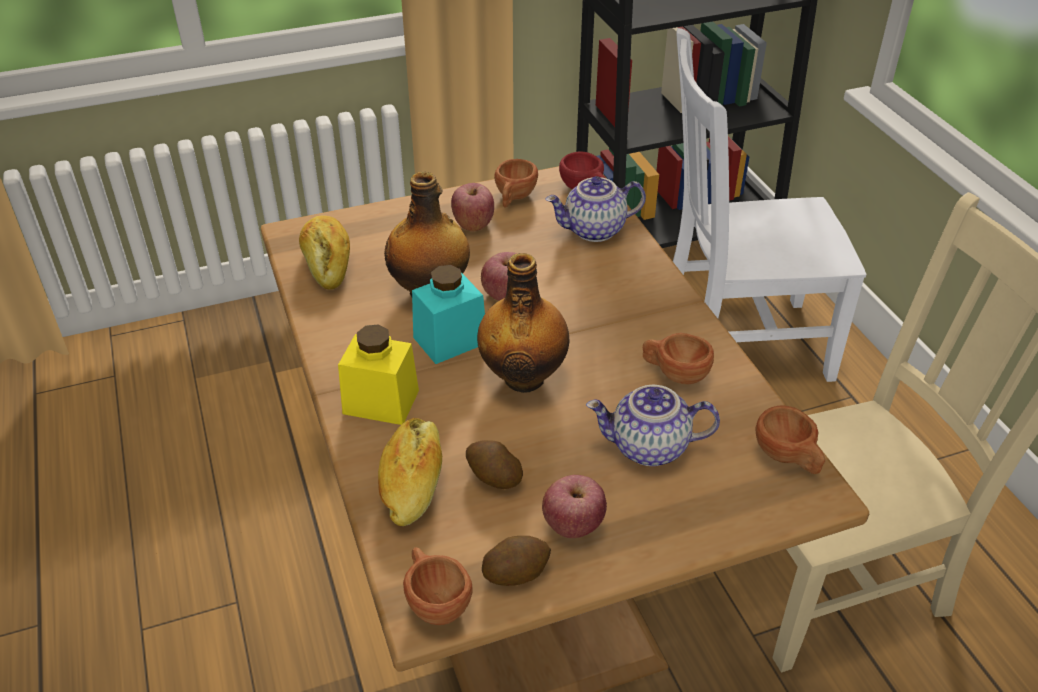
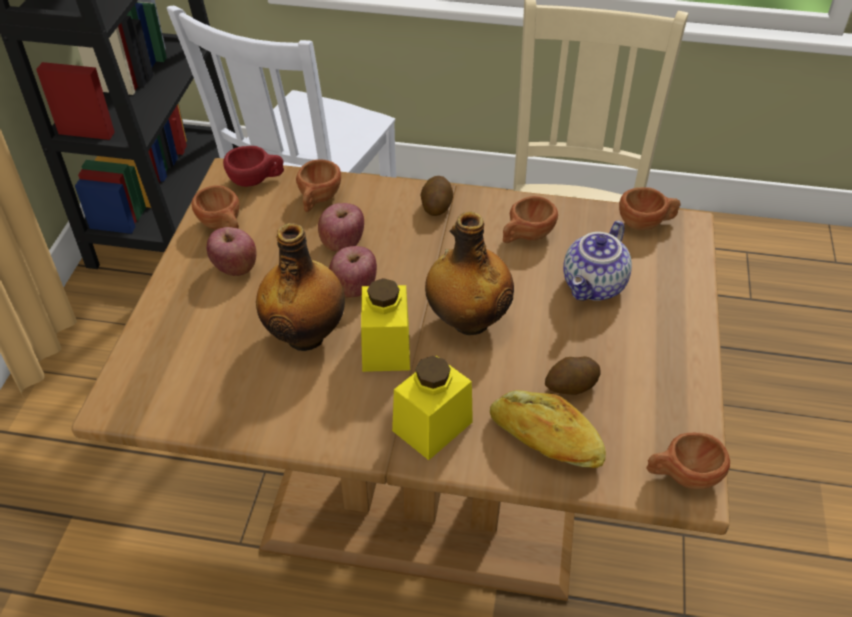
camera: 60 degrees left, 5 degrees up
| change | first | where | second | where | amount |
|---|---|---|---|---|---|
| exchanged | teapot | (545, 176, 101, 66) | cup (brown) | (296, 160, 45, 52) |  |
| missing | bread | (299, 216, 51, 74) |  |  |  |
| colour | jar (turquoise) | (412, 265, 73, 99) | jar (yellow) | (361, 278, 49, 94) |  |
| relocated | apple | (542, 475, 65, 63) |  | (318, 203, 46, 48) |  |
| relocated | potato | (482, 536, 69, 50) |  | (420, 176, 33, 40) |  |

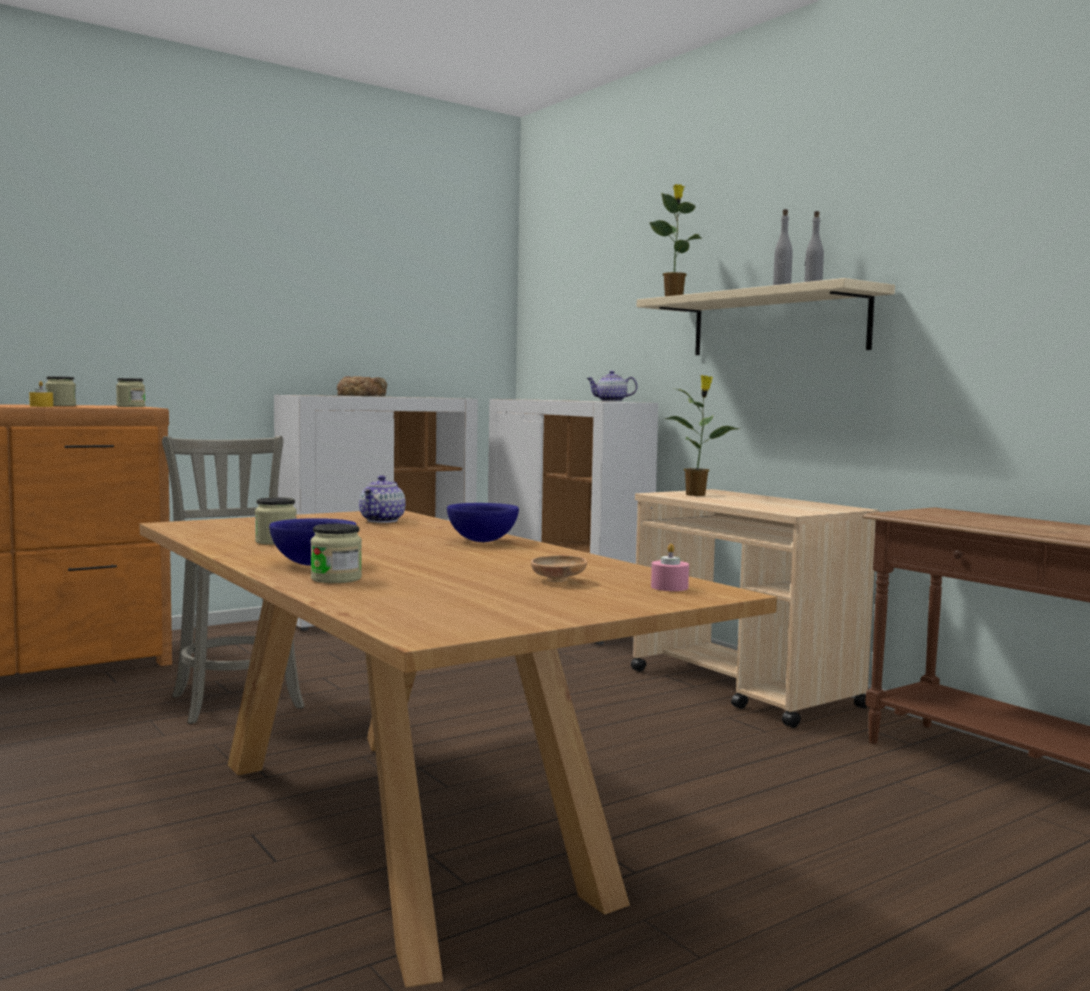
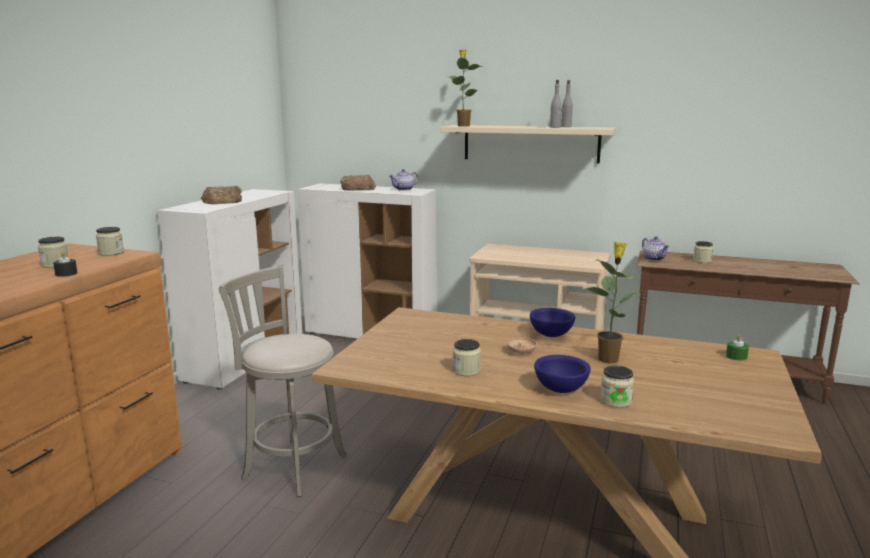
camera: 35 degrees left, 10 degrees up
| change | first | where | second | where | amount |
|---|---|---|---|---|---|
| relocated | potted plant | (664, 375, 75, 121) |  | (581, 242, 65, 122) |  |
| colour | candle (yellow) | (29, 381, 24, 26) | candle (black) | (53, 251, 24, 26) |  |
| relocated | teapot | (359, 475, 47, 48) |  | (642, 236, 27, 25) |  |
| colour | candle (pink) | (651, 543, 38, 48) | candle (green) | (726, 335, 23, 26) |  |
| relocated | bowl (brown) | (531, 555, 56, 27) |  | (507, 337, 30, 18) |  |
| appeared |  |  | bread | (340, 175, 36, 16) |  |
| appeared |  |  | jar | (693, 241, 20, 22) |  |

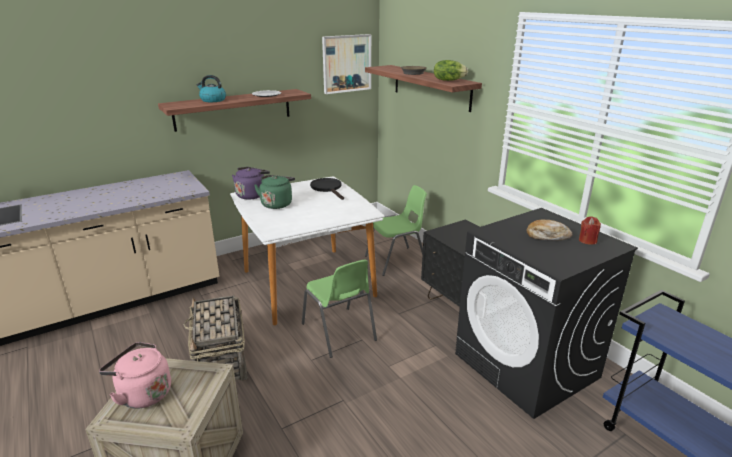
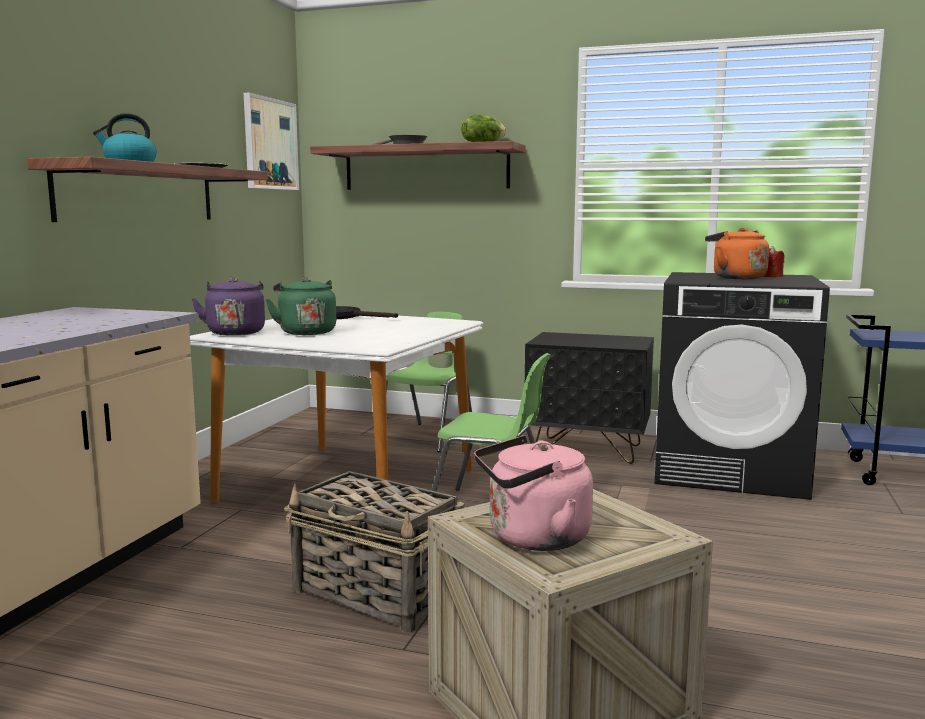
camera: 40 degrees left, 15 degrees down
| change | first | where | second | where | amount |
|---|---|---|---|---|---|
| exchanged | bread | (527, 220, 45, 20) | kettle (orange) | (705, 227, 64, 52) |  |

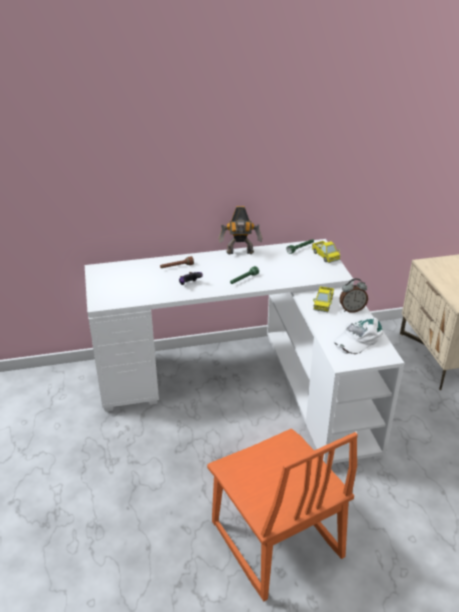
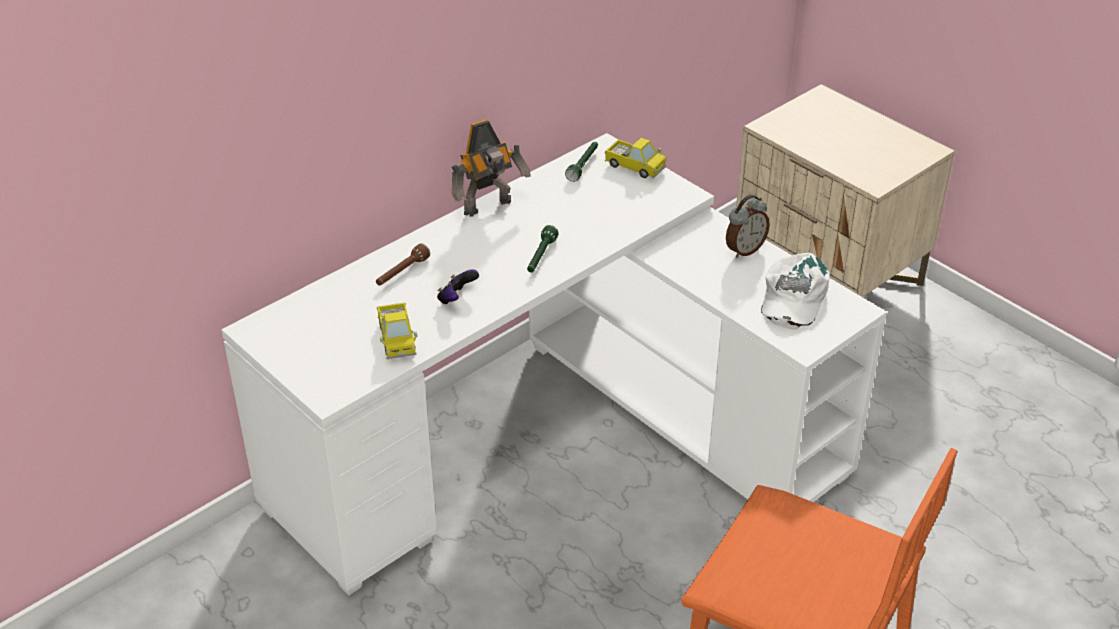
camera: 30 degrees left, 5 degrees up
| change | first | where | second | where | amount |
|---|---|---|---|---|---|
| relocated | toy truck | (313, 286, 21, 26) |  | (377, 303, 40, 56) |  |

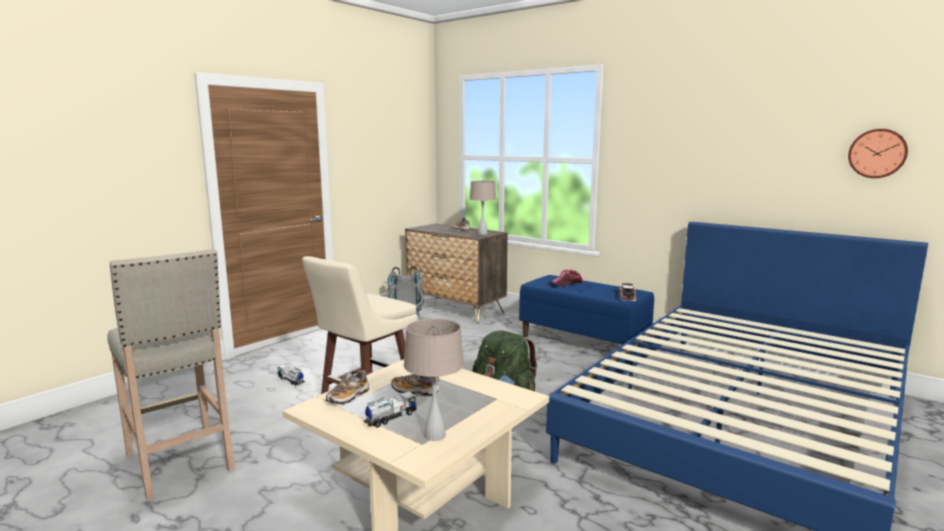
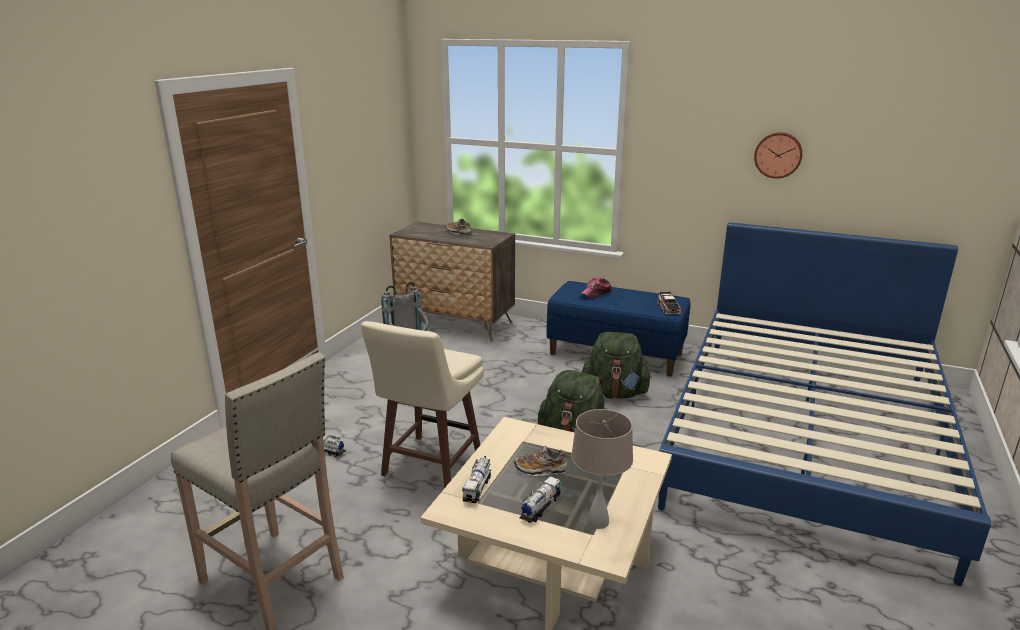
camera: 15 degrees left, 10 degrees up
| change | first | where | second | where | amount |
|---|---|---|---|---|---|
| relocated | wall clock | (848, 129, 60, 49) |  | (754, 132, 49, 47) |  |
| missing | table lamp (beige) | (469, 180, 27, 55) |  |  |  |
| exchanged | shoe | (326, 370, 44, 35) | toy truck | (462, 456, 29, 47) |  |
| appeared |  |  | backpack (green) | (582, 332, 70, 67) |  |

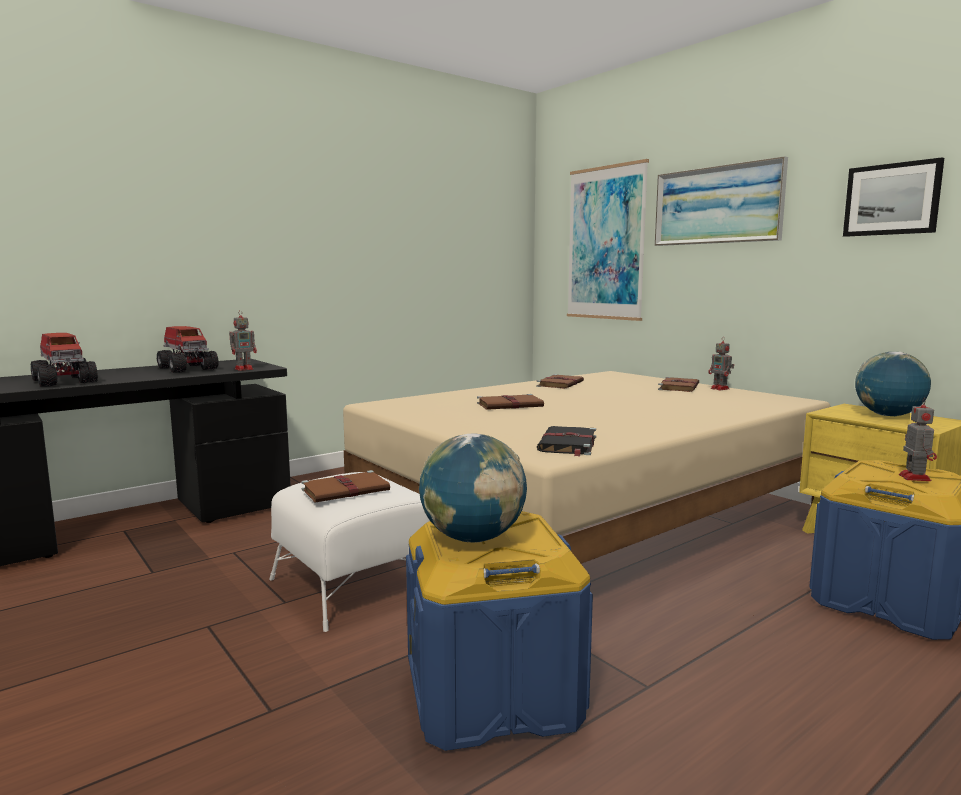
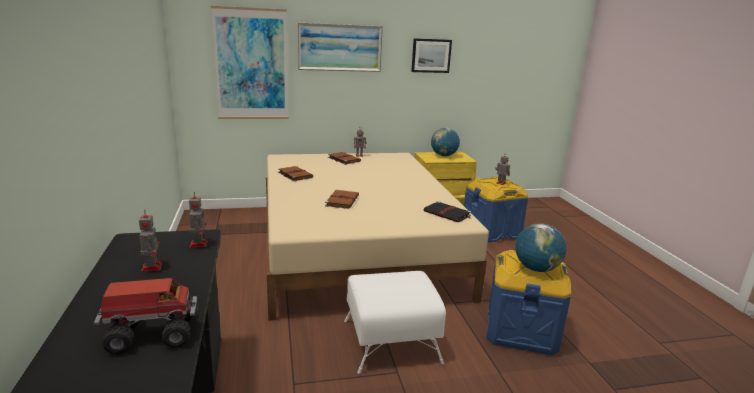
camera: 65 degrees left, 10 degrees up
| change | first | where | second | where | amount |
|---|---|---|---|---|---|
| exchanged | toy truck | (157, 326, 62, 47) | toy robot | (139, 210, 23, 62) |  |
| missing | book (brown) | (301, 470, 89, 32) |  |  |  |

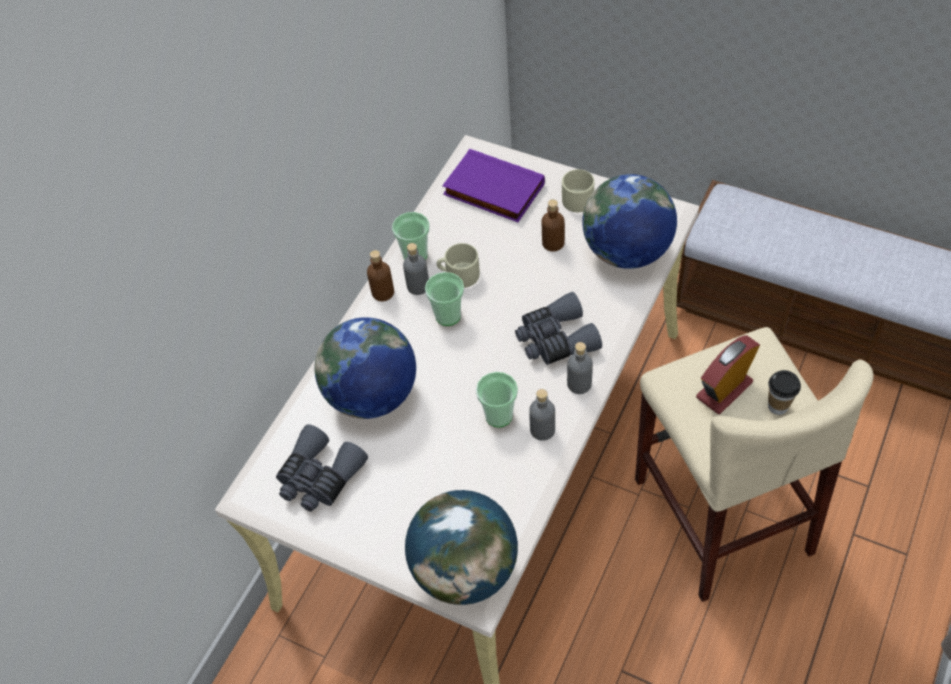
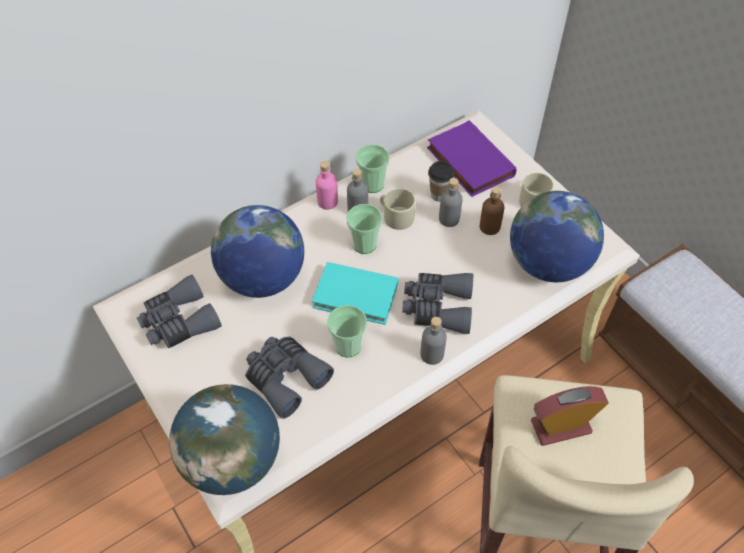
camera: 25 degrees right, 0 degrees up
| change | first | where | second | where | amount |
|---|---|---|---|---|---|
| colour | bottle (brown) | (367, 250, 27, 51) | bottle (pink) | (316, 161, 22, 49) |  |
| relocated | cup | (768, 370, 33, 45) |  | (428, 161, 27, 41) |  |
| relocated | bottle (grey) | (529, 389, 26, 52) |  | (439, 178, 24, 49) |  |
| appeared |  |  | book (turquoise) | (312, 262, 87, 63) |  |
| appeared |  |  | binoculars (grey) | (245, 336, 89, 83) |  |

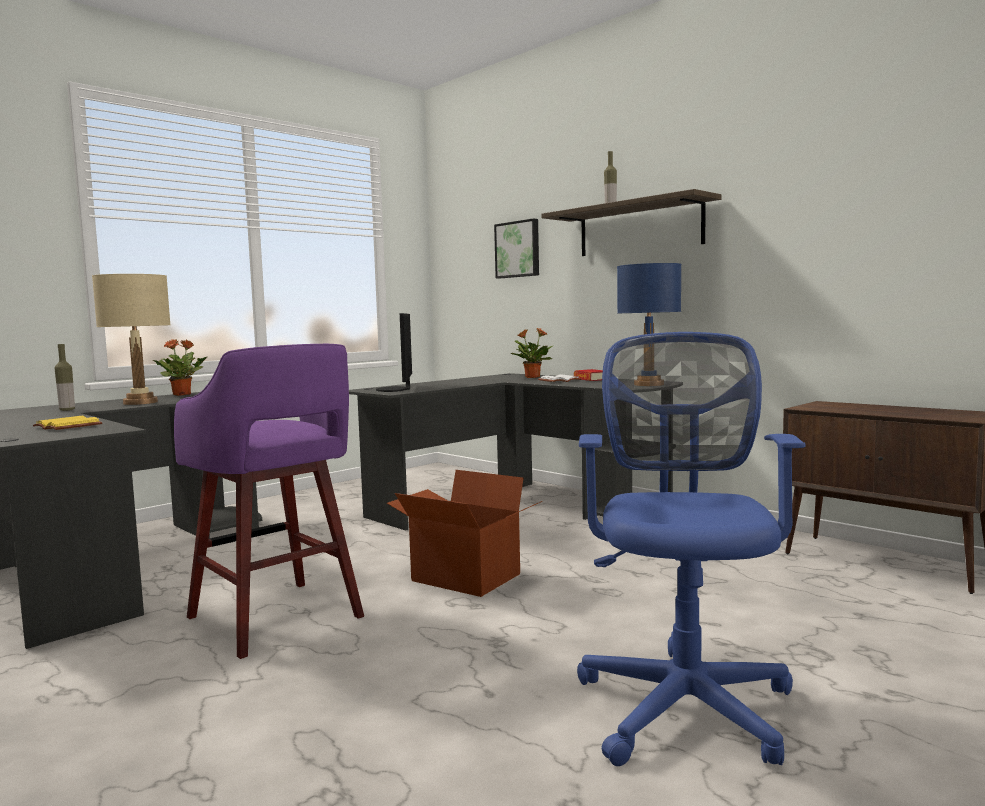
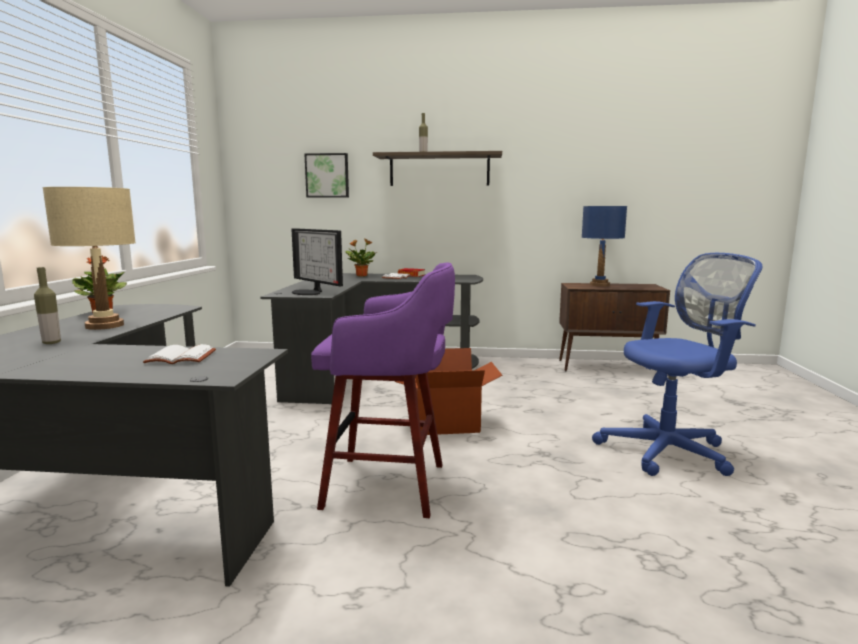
camera: 40 degrees left, 5 degrees up
| change | first | where | second | where | amount |
|---|---|---|---|---|---|
| relocated | table lamp (blue) | (617, 263, 64, 123) |  | (582, 206, 45, 81) |  |
| spun | office chair (blue) | (577, 332, 229, 434) |  | (592, 253, 170, 223) | 105 degrees clockwise |
| colour | book (yellow) | (33, 416, 69, 14) | book (white) | (143, 344, 73, 20) |  |

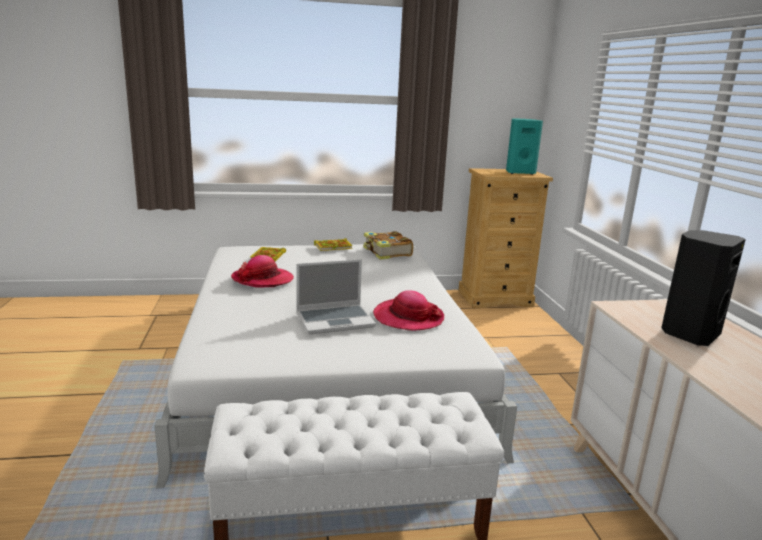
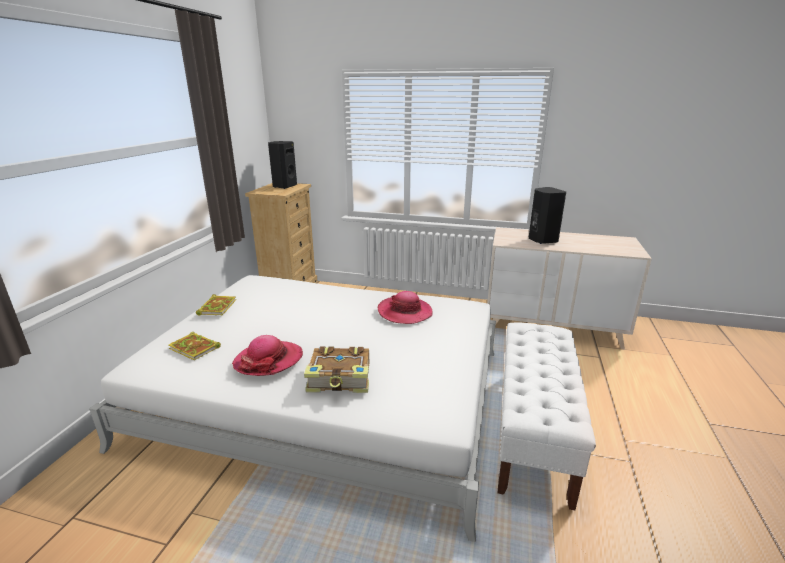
camera: 65 degrees left, 5 degrees up
| change | first | where | second | where | amount |
|---|---|---|---|---|---|
| colour | speaker (turquoise) | (506, 118, 37, 57) | speaker (black) | (268, 141, 29, 48) |  |
| relocated | book | (363, 231, 50, 29) |  | (304, 347, 65, 46) |  |
| missing | laptop | (296, 259, 80, 76) |  |  |  |

